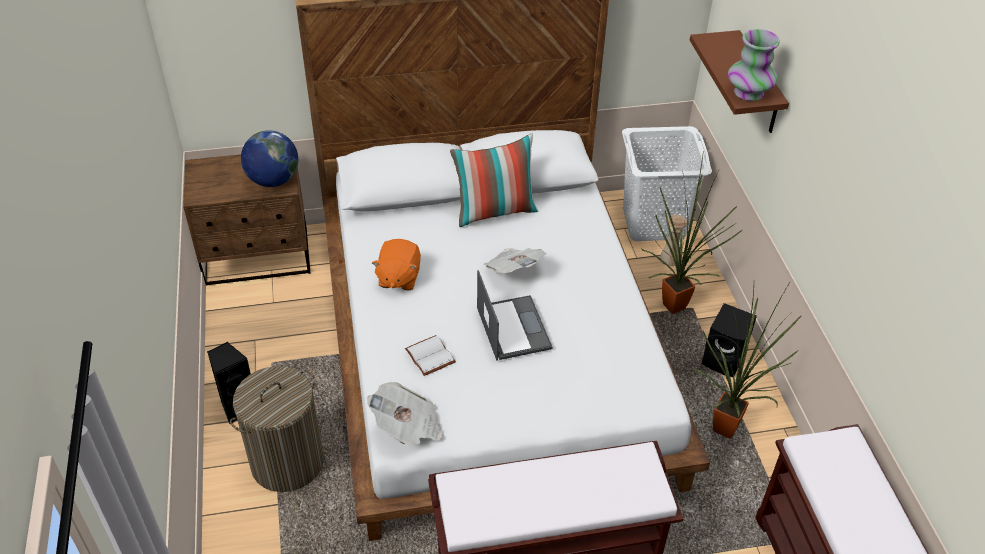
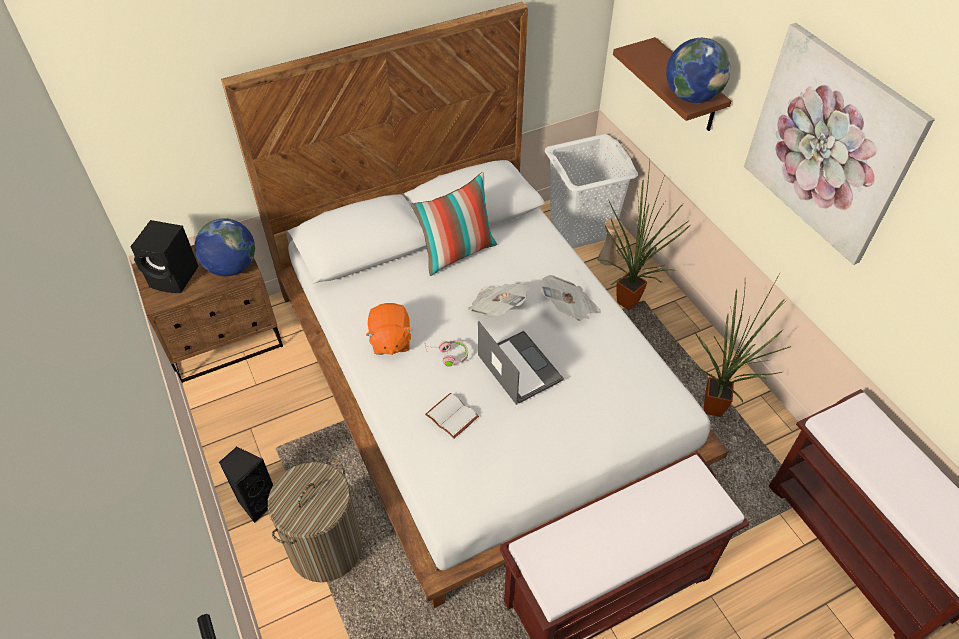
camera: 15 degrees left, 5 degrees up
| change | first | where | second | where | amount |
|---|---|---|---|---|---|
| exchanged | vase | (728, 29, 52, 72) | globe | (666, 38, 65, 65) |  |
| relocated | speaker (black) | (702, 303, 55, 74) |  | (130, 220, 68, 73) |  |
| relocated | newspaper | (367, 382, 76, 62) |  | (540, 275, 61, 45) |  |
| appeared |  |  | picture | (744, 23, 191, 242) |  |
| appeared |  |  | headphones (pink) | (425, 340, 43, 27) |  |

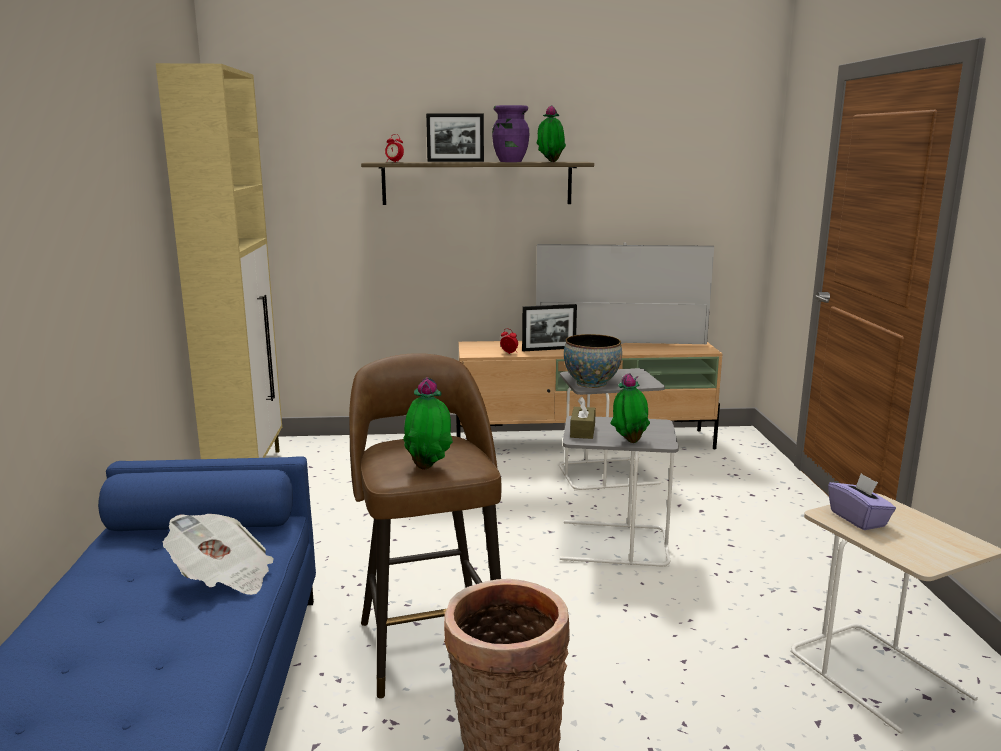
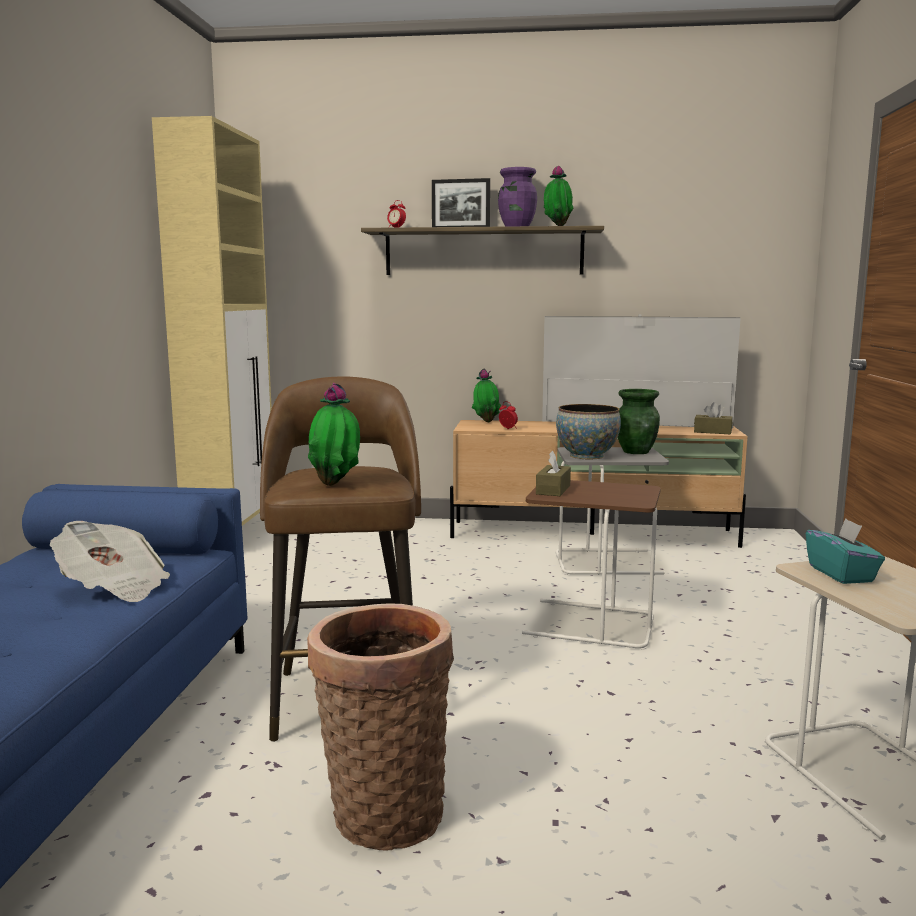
camera: 10 degrees right, 5 degrees down
| change | first | where | second | where | amount |
|---|---|---|---|---|---|
| missing | picture frame | (522, 304, 55, 47) |  |  |  |
| relocated | potted plant | (610, 373, 40, 70) |  | (472, 368, 29, 54) |  |
| colour | side table (grey) | (560, 416, 119, 151) | side table (brown) | (522, 480, 139, 170) |  |
| colour | tissue box (purple) | (828, 473, 68, 57) | tissue box (turquoise) | (806, 518, 79, 66) |  |
| appeared |  |  | vase (green) | (618, 389, 42, 65) |  |
| appeared |  |  | tissue box (brown) | (694, 402, 39, 32) |  |

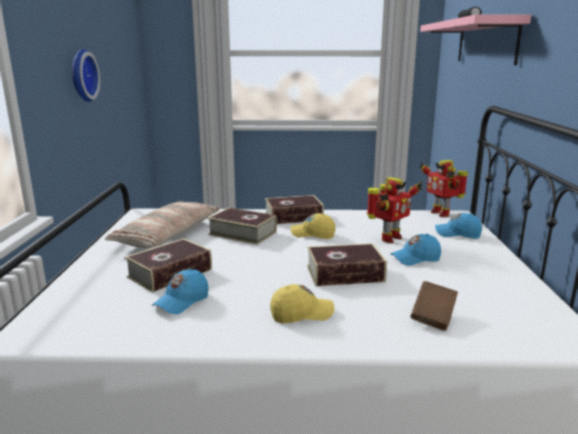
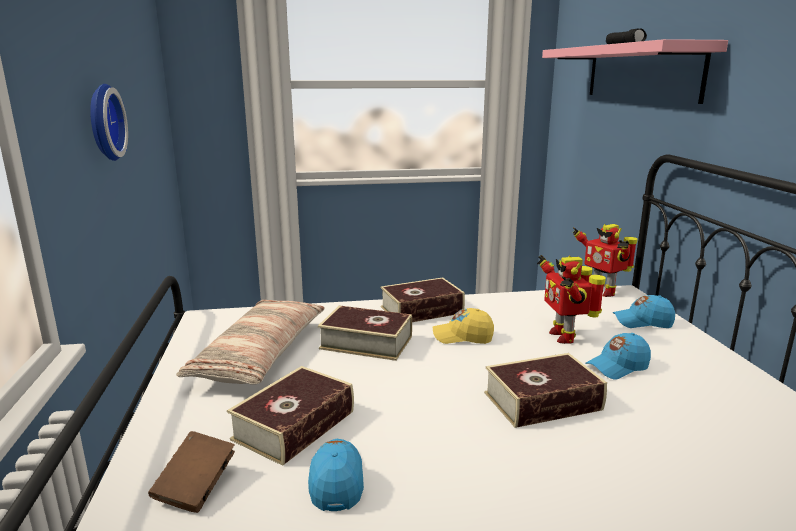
camera: 10 degrees left, 0 degrees up
| change | first | where | second | where | amount |
|---|---|---|---|---|---|
| spun | toy robot | (367, 177, 55, 66) |  | (537, 255, 69, 89) | 135 degrees clockwise |
| spun | cap (blue) | (152, 269, 57, 45) |  | (308, 439, 56, 72) | 150 degrees clockwise |
| relocated | book (brown) | (411, 281, 47, 50) |  | (148, 431, 87, 82) |  |
| missing | cap (yellow) | (270, 284, 64, 40) |  |  |  |

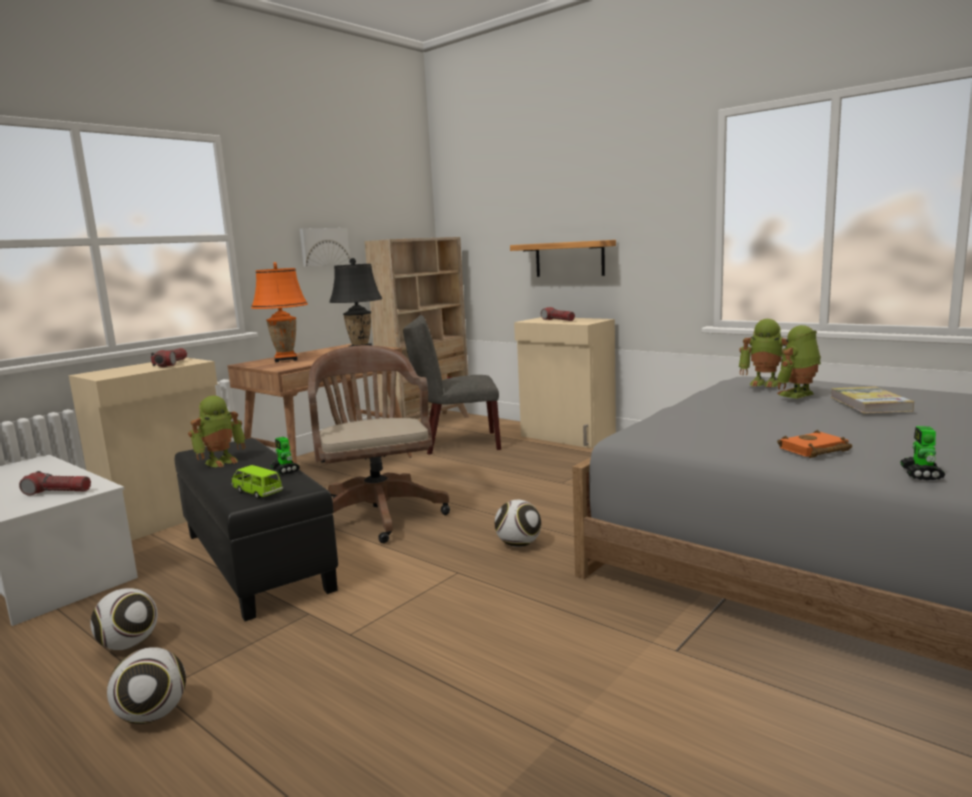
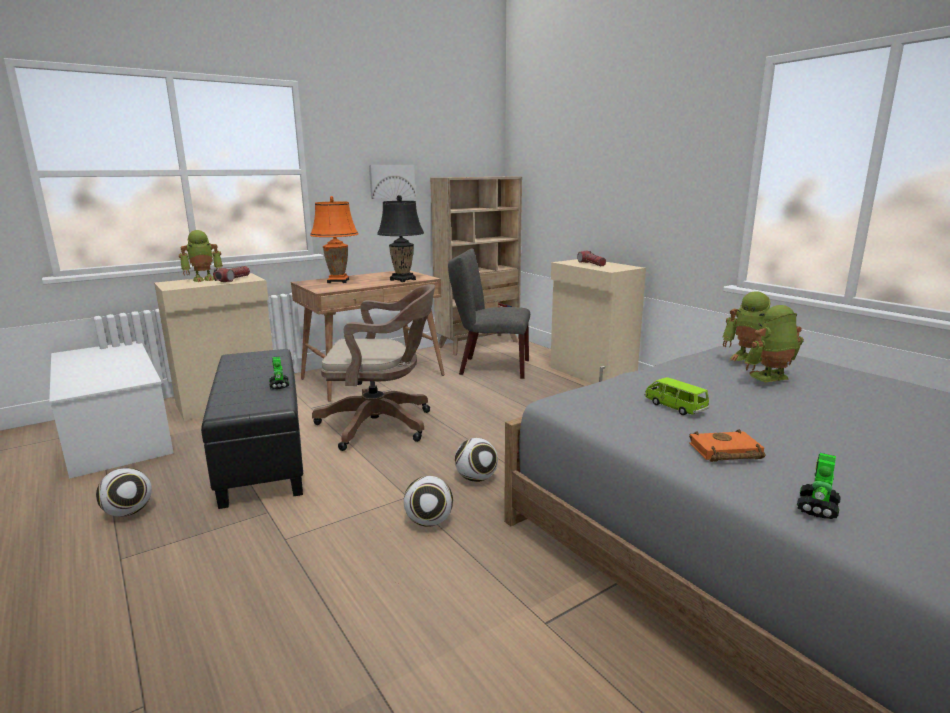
camera: 15 degrees right, 5 degrees up
| change | first | where | second | where | amount |
|---|---|---|---|---|---|
| missing | shelf | (510, 240, 106, 37) |  |  |  |
| spun | office chair (brown) | (307, 345, 143, 198) |  | (312, 284, 123, 167) | 90 degrees clockwise |
| missing | book | (831, 387, 83, 27) |  |  |  |
| relocated | toy robot | (188, 396, 58, 71) |  | (179, 230, 44, 52) |  |
| relocated | toy car (green) | (231, 465, 52, 34) |  | (644, 377, 65, 38) |  |
| missing | flashlight | (19, 471, 72, 25) |  |  |  |
| relocated | football | (107, 647, 79, 77) |  | (404, 476, 49, 51) |  |

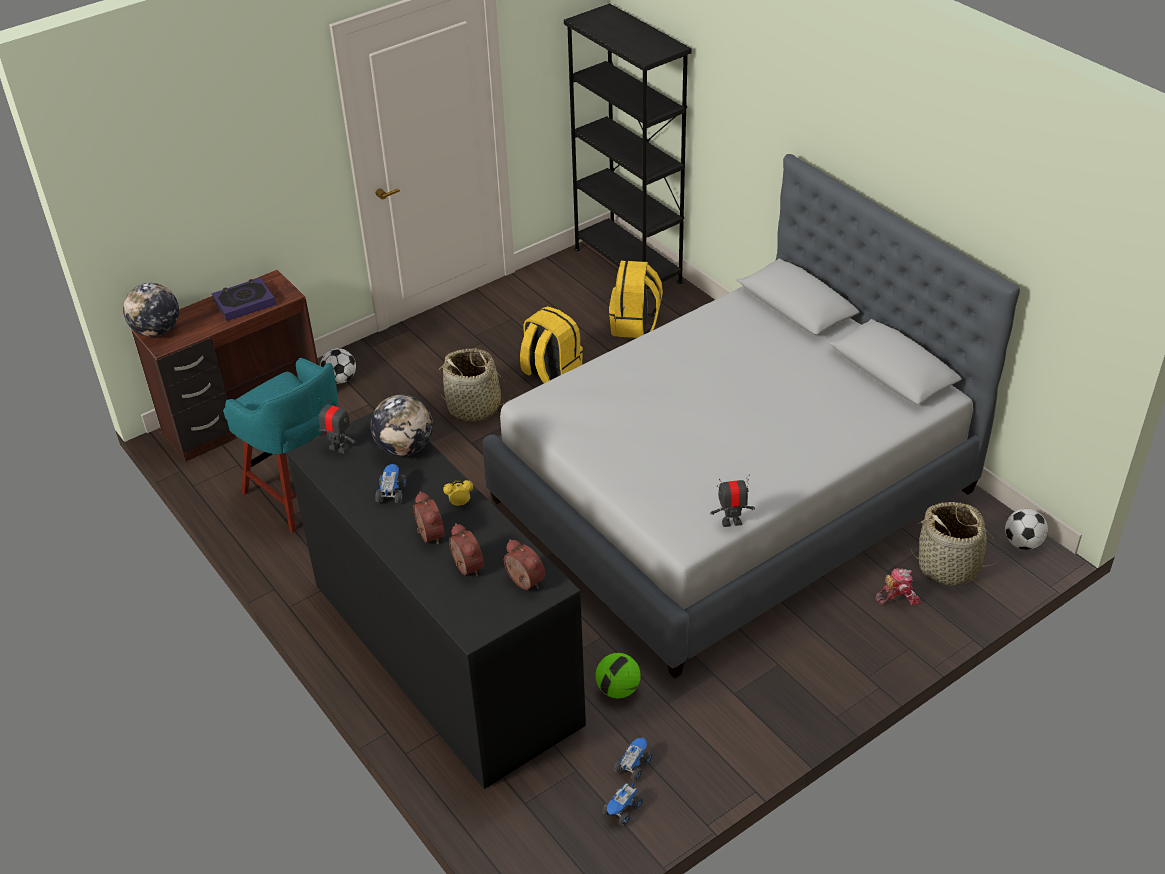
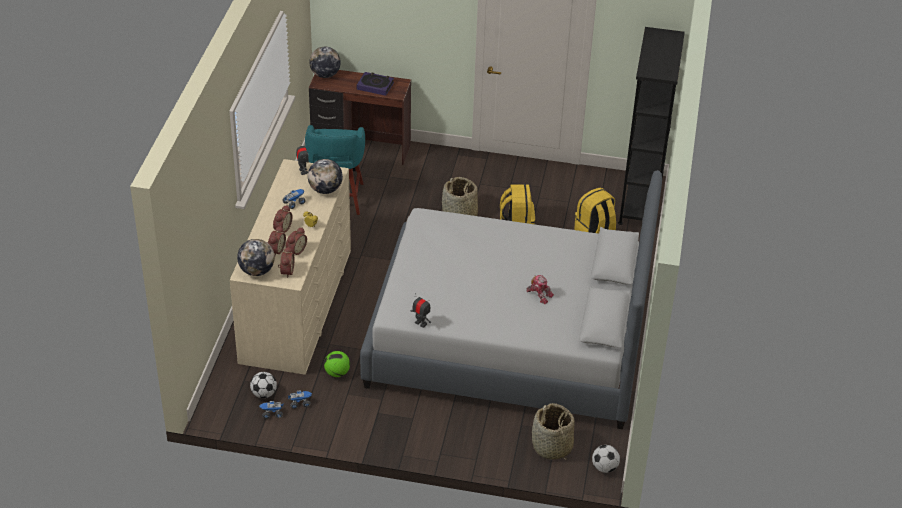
camera: 45 degrees right, 0 degrees up
| change | first | where | second | where | amount |
|---|---|---|---|---|---|
| relocated | football | (320, 348, 36, 36) |  | (250, 372, 27, 26) |  |
| colour | dresser (black) | (287, 412, 299, 377) | dresser (beige) | (230, 159, 121, 216) |  |
| relocated | toy robot | (875, 568, 46, 37) |  | (526, 275, 28, 29) |  |
| appeared |  |  | alarm clock | (286, 227, 21, 28) |  |
| appeared |  |  | globe | (237, 239, 38, 37) |  |

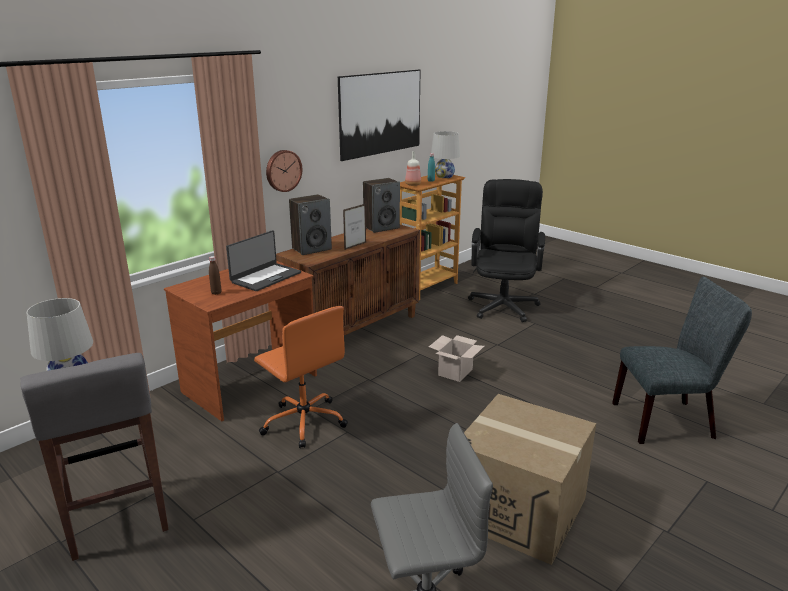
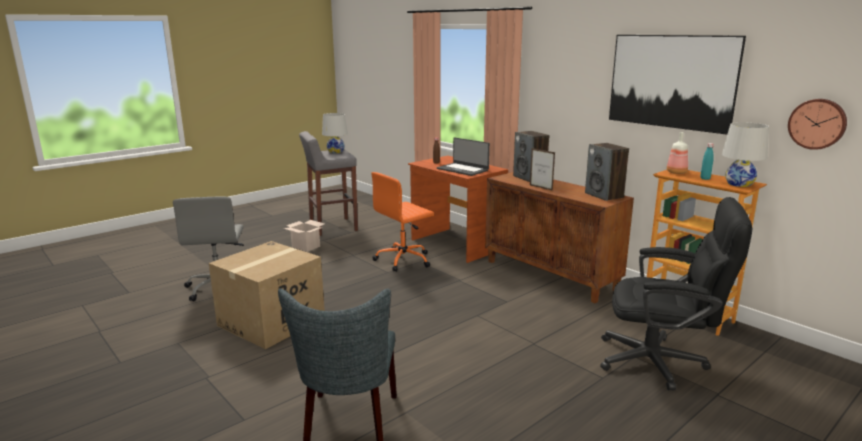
camera: 95 degrees right, 5 degrees down
| change | first | where | second | where | amount |
|---|---|---|---|---|---|
| relocated | wall clock | (266, 150, 36, 42) |  | (788, 99, 59, 51) |  |
| relocated | cardboard box | (429, 335, 55, 47) |  | (283, 220, 42, 32) |  |

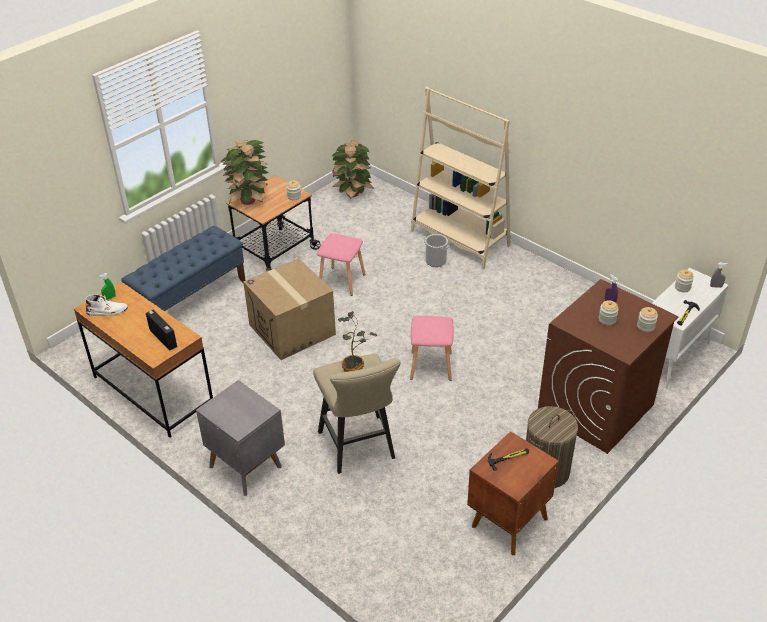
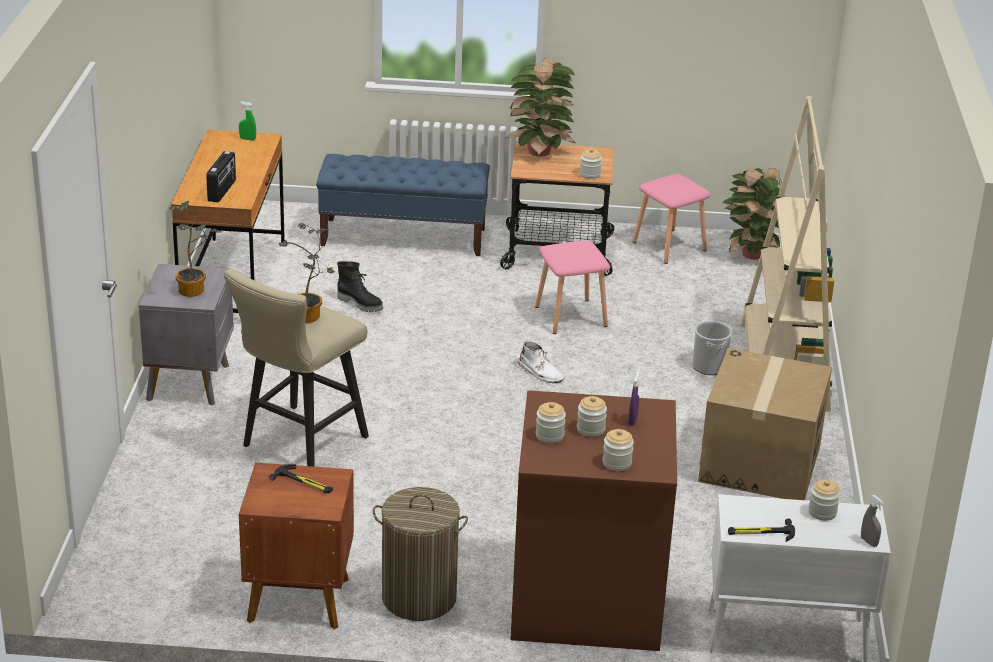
camera: 50 degrees right, 10 degrees down
| change | first | where | second | where | amount |
|---|---|---|---|---|---|
| relocated | cardboard box | (243, 258, 93, 102) |  | (698, 348, 134, 152) |  |
| relocated | boot (white) | (86, 294, 42, 22) |  | (518, 341, 47, 42) |  |
| relocated | stool (pink) | (410, 316, 44, 65) |  | (632, 174, 79, 90) |  |
| appeared |  |  | potted plant | (169, 201, 53, 96) |  |
| appeared |  |  | boot (black) | (337, 261, 46, 51) |  |
| appeared |  |  | jar | (536, 402, 30, 41) |  |

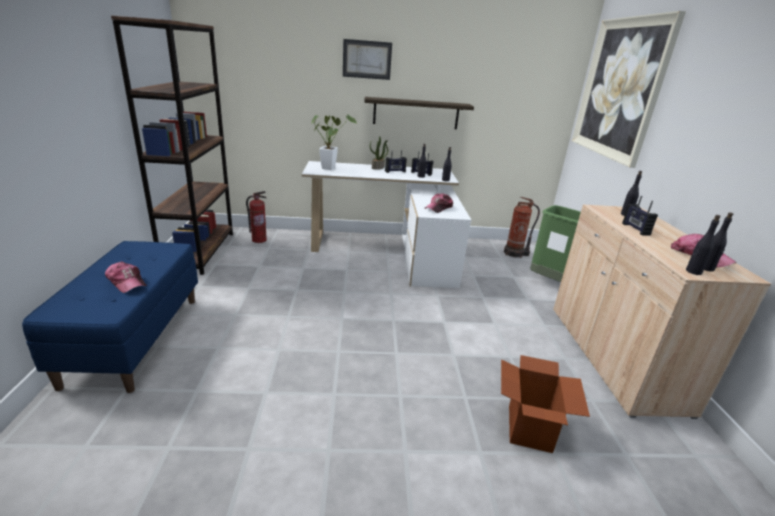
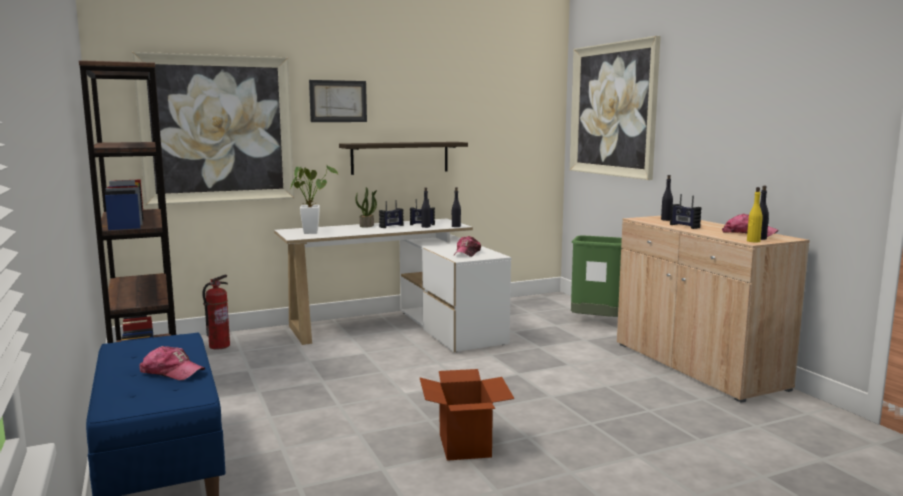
camera: 20 degrees left, 15 degrees down
| change | first | where | second | where | amount |
|---|---|---|---|---|---|
| missing | fire extinguisher | (504, 197, 36, 61) |  |  |  |
| colour | bottle (black) | (686, 215, 35, 60) | bottle (yellow) | (747, 187, 15, 55) |  |
| relocated | cardboard box | (501, 355, 89, 98) |  | (420, 369, 95, 92) |  |
| appeared |  |  | picture | (132, 52, 162, 153) |  |

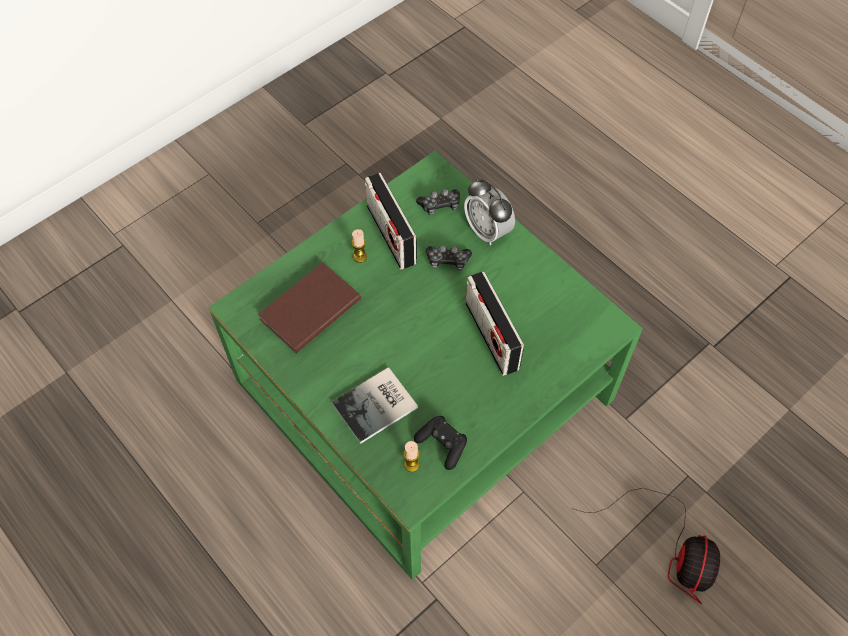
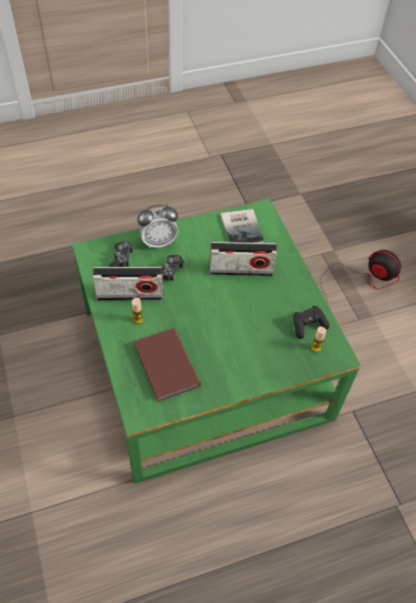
camera: 70 degrees left, 5 degrees down
| change | first | where | second | where | amount |
|---|---|---|---|---|---|
| relocated | book | (332, 367, 86, 77) |  | (220, 209, 44, 34) |  |

